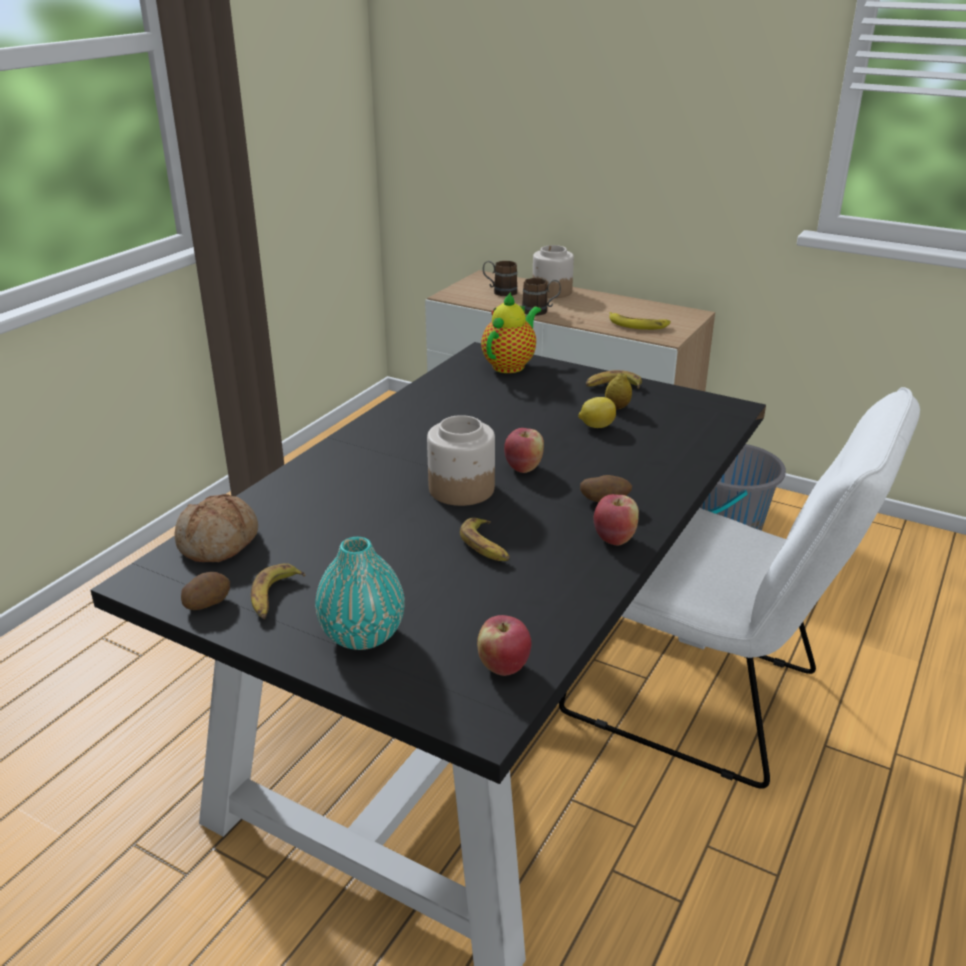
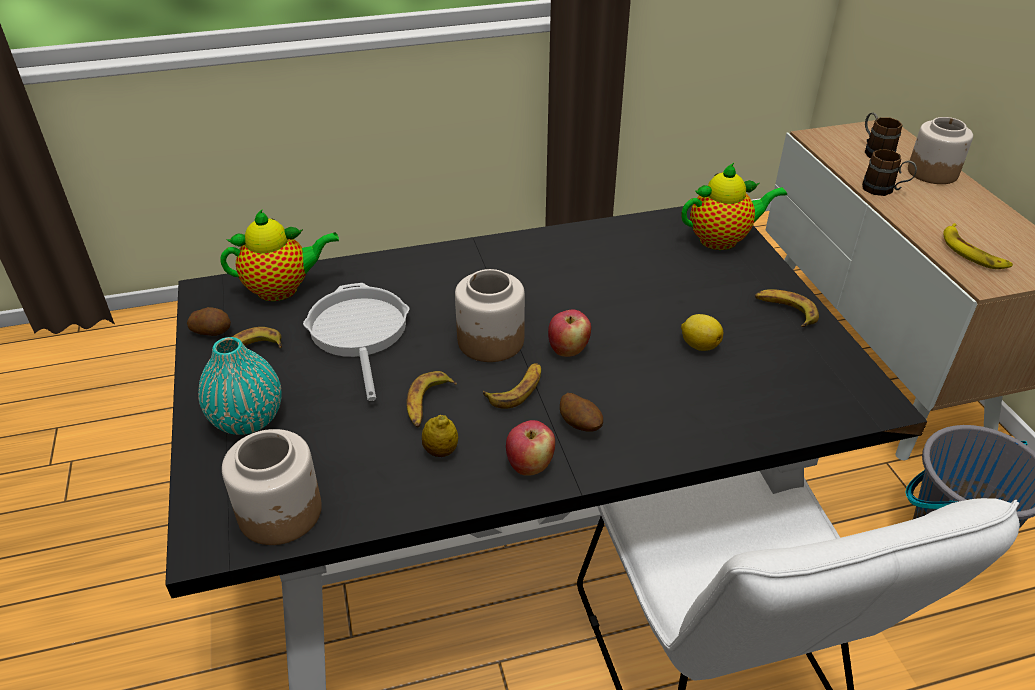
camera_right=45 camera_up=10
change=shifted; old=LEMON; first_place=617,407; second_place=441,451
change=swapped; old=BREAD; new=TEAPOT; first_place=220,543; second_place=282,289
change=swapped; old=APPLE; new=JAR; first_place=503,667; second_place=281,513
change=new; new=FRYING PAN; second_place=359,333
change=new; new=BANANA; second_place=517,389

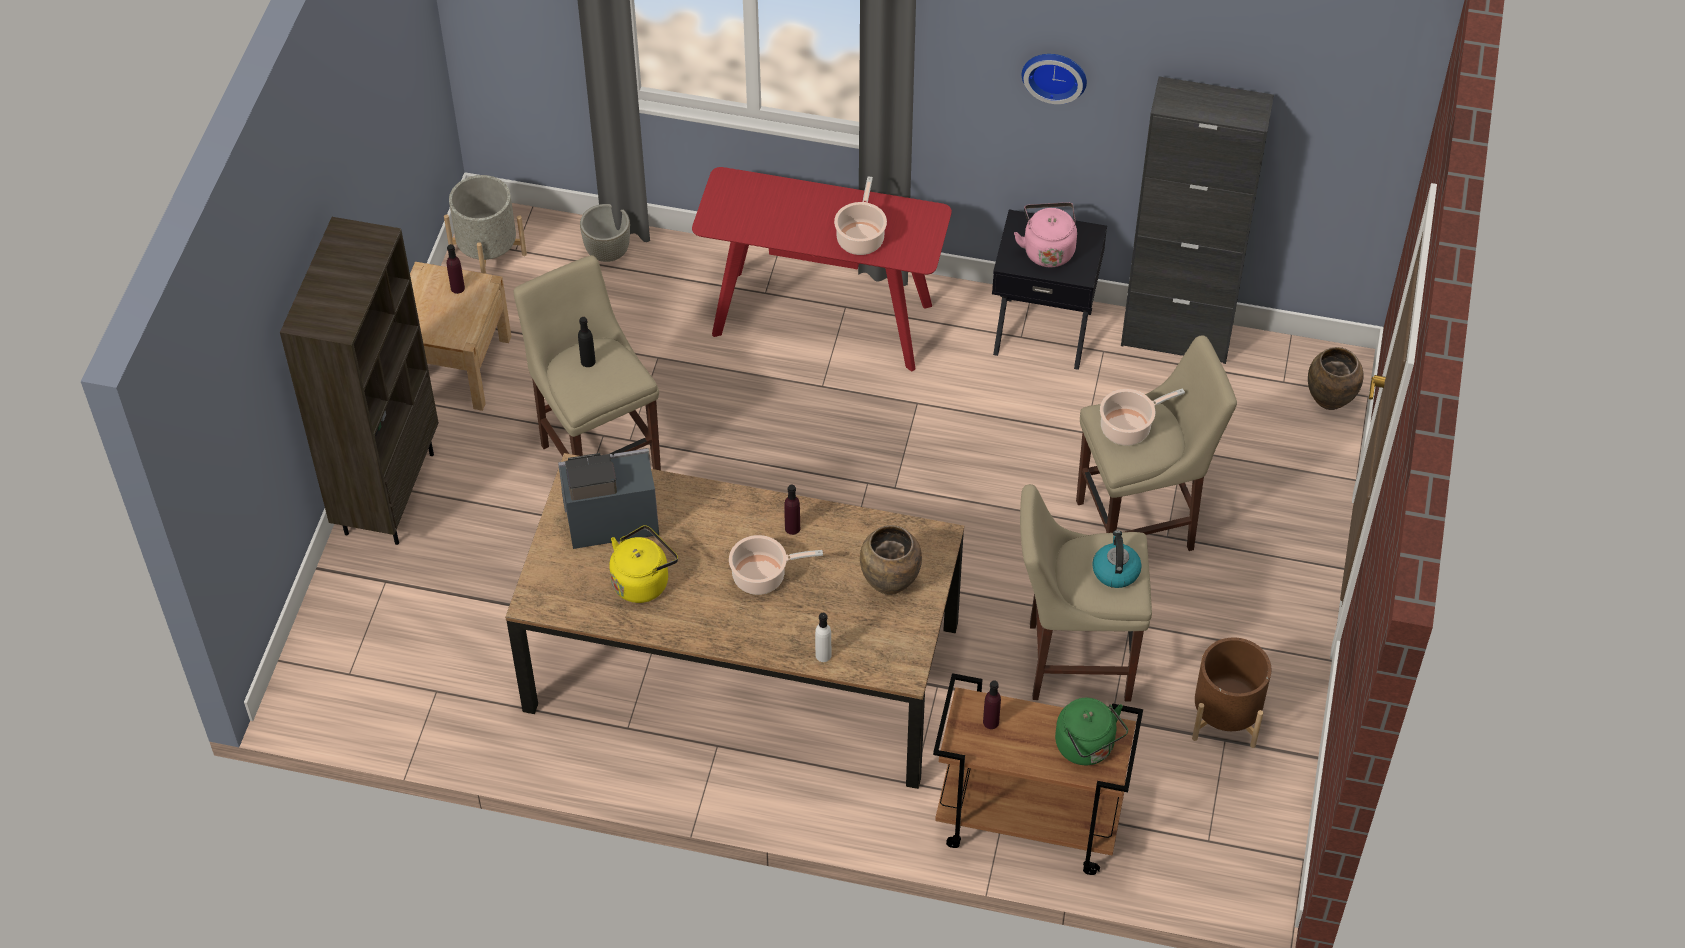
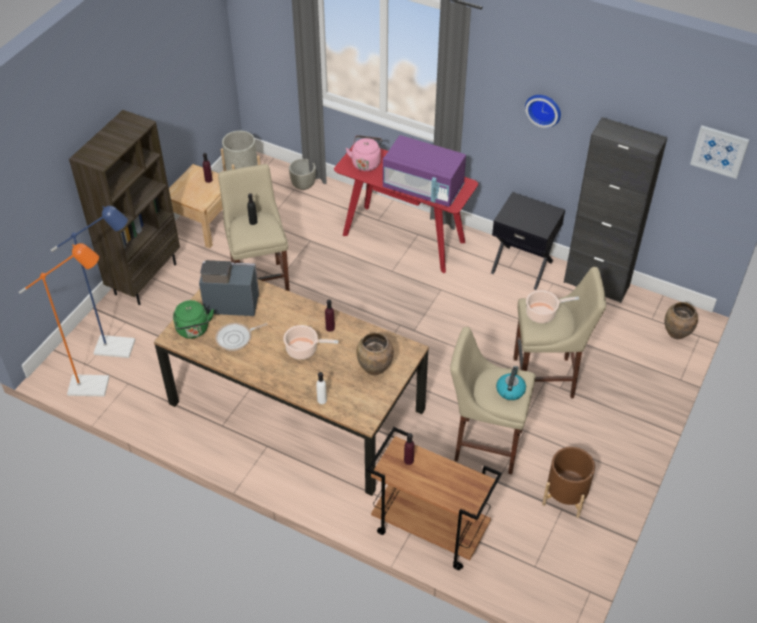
camera_right=15 camera_up=-5
change=swapped; old=COOKING POT; new=PURPLE MICROWAVE; first_place=861,237; second_place=423,188
change=shifted; old=PINK KETTLE; first_place=1047,249; second_place=366,162
change=swapped; old=YELLOW KETTLE; new=FRYING PAN; first_place=643,581; second_place=236,338
change=shifted; old=GREEN KETTLE; first_place=1087,747; second_place=193,330
change=new; new=PICTURE; second_place=719,151
change=new; new=BLUE FLOOR LAMP; second_place=122,347
change=new; new=ORANGE FLOOR LAMP; second_place=96,386

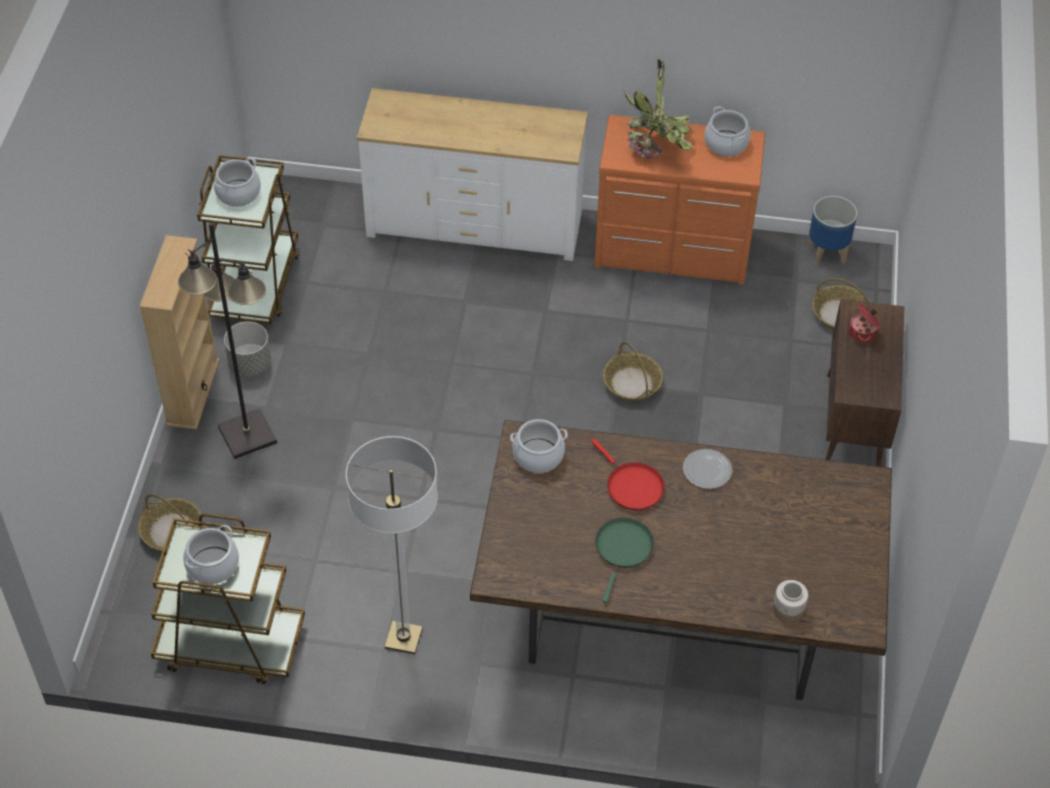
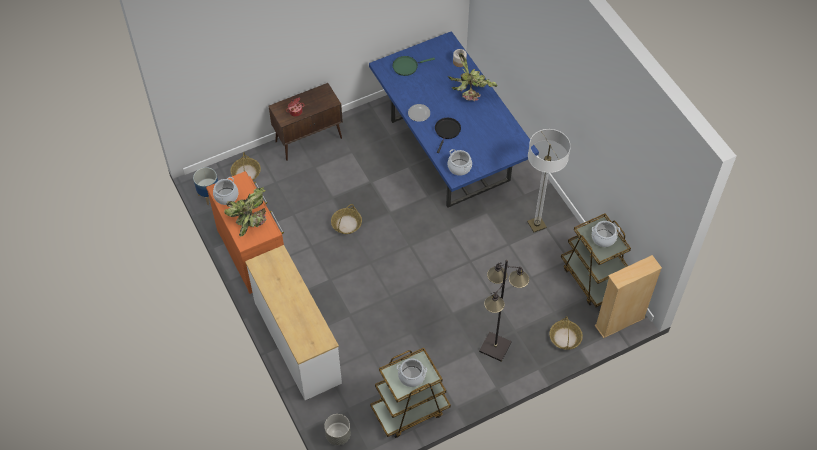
camera_right=-125 camera_up=5
change=shifted; old=BEIGE BOOKCASE; first_place=193,392; second_place=619,322
change=shifted; old=GREY PLANTER; first_place=250,364; second_place=338,435
change=repainted; old=BROWN DINING TABLE; new=BLUE DINING TABLE; first_place=675,614; second_place=449,149
change=repainted; old=RED FRYING PAN; new=BLACK FRYING PAN; first_place=632,486; second_place=447,131
change=shifted; old=GREEN FRYING PAN; first_place=623,550; second_place=407,66
change=new; new=POTTED PLANT; second_place=472,93

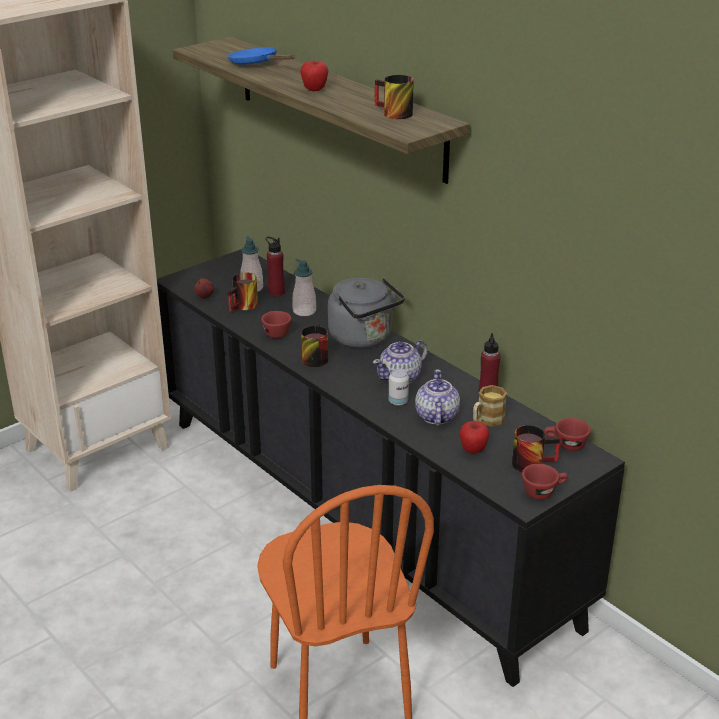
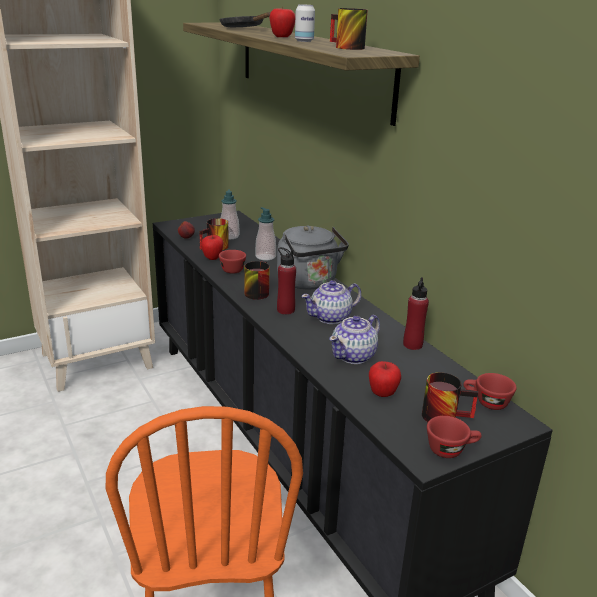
camera_right=10 camera_up=-5
change=repainted; old=BLUE FRYING PAN; new=BLACK FRYING PAN; first_place=257,64; second_place=244,29
change=shifted; old=RED BOTTLE; first_place=276,292; second_place=285,310
change=shifted; old=CAN; first_place=398,401; second_place=304,41
change=rotated; old=TEAPOT; first_place=436,416; second_place=354,356; degrees=-150
change=gone; old=MUG; first_place=486,421
change=new; new=APPLE; second_place=212,258

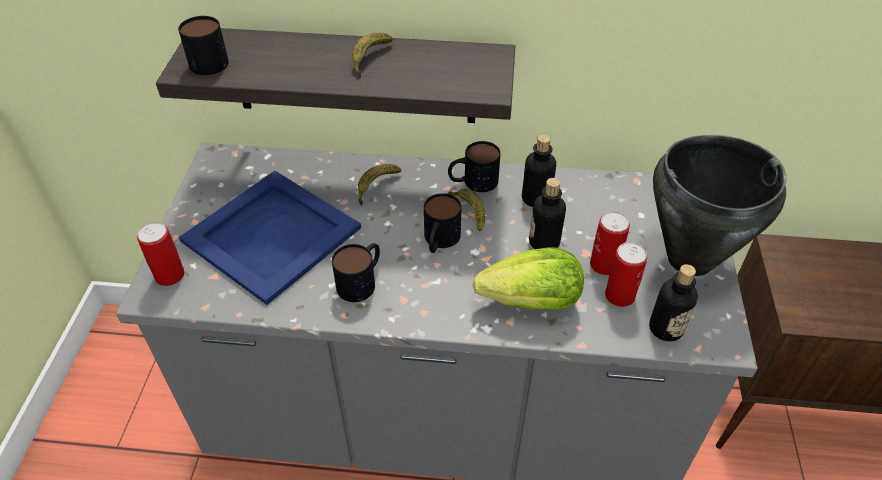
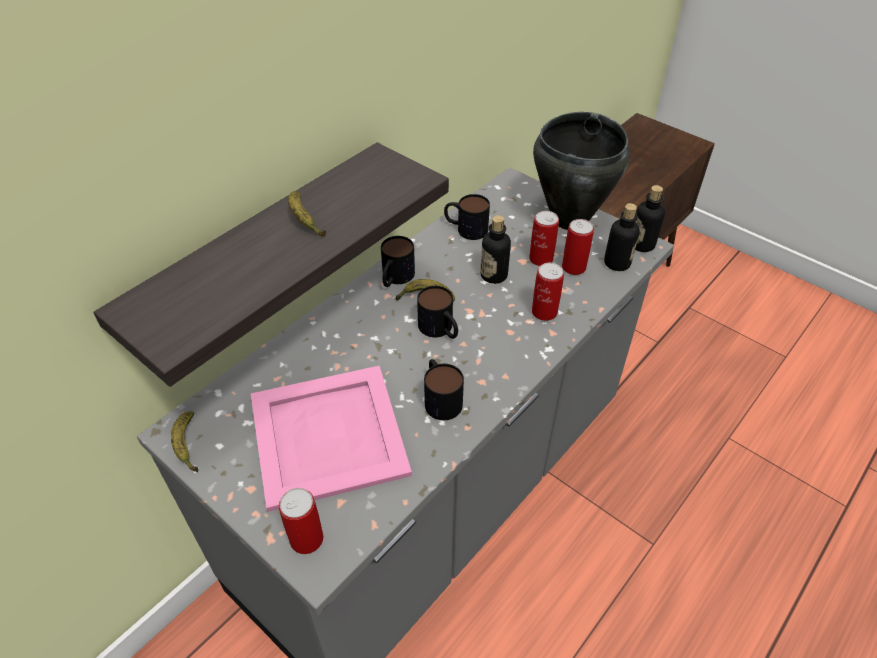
camera_right=-55 camera_up=0
change=shifted; old=MUG; first_place=208,58; second_place=465,228
change=shifted; old=BOTTLE; first_place=536,198; second_place=641,244
change=shifted; old=BANANA; first_place=376,187; second_place=187,445
change=repainted; old=BLUE TRAY; new=PINK TRAY; first_place=269,234; second_place=327,436
change=swapped; old=LETTUCE; new=CAN; first_place=532,302; second_place=544,312

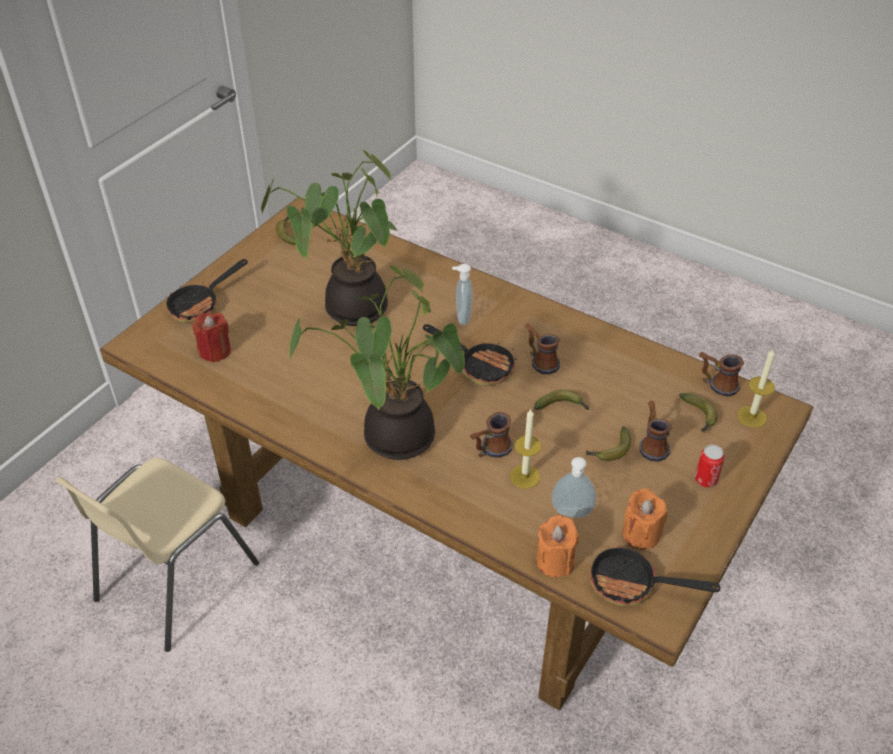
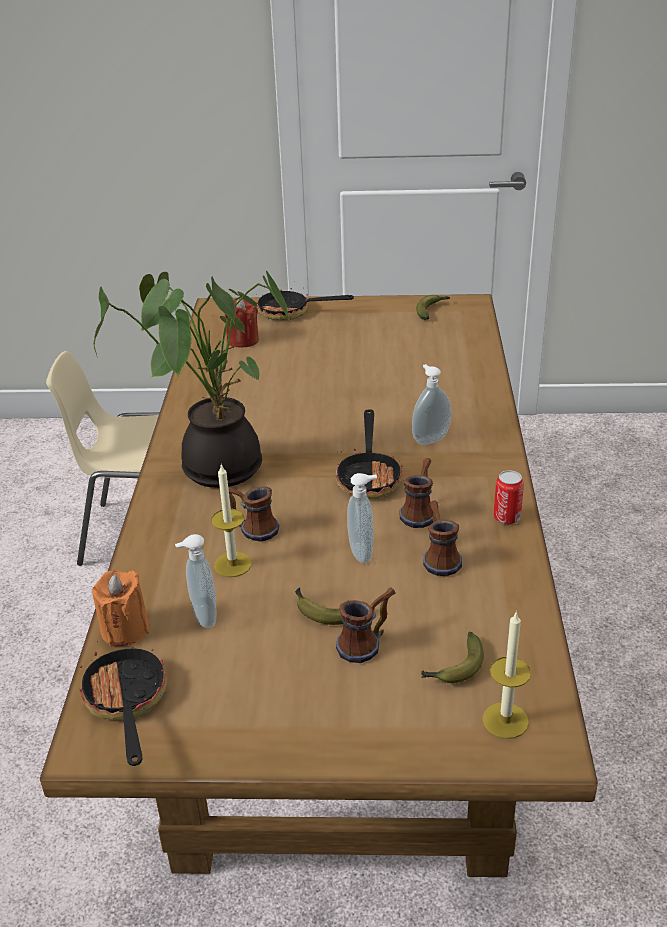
camera_right=60 camera_up=-10
change=gone; old=POTTED PLANT; first_place=350,309
change=shifted; old=MUG; first_place=716,384; second_place=439,557
change=swapped; old=BANANA; new=SOAP DISPENSER; first_place=562,406; second_place=363,552
change=shifted; old=CAN; first_place=705,480; second_place=507,517
change=gone; old=ORANGE CANDLE; first_place=640,534

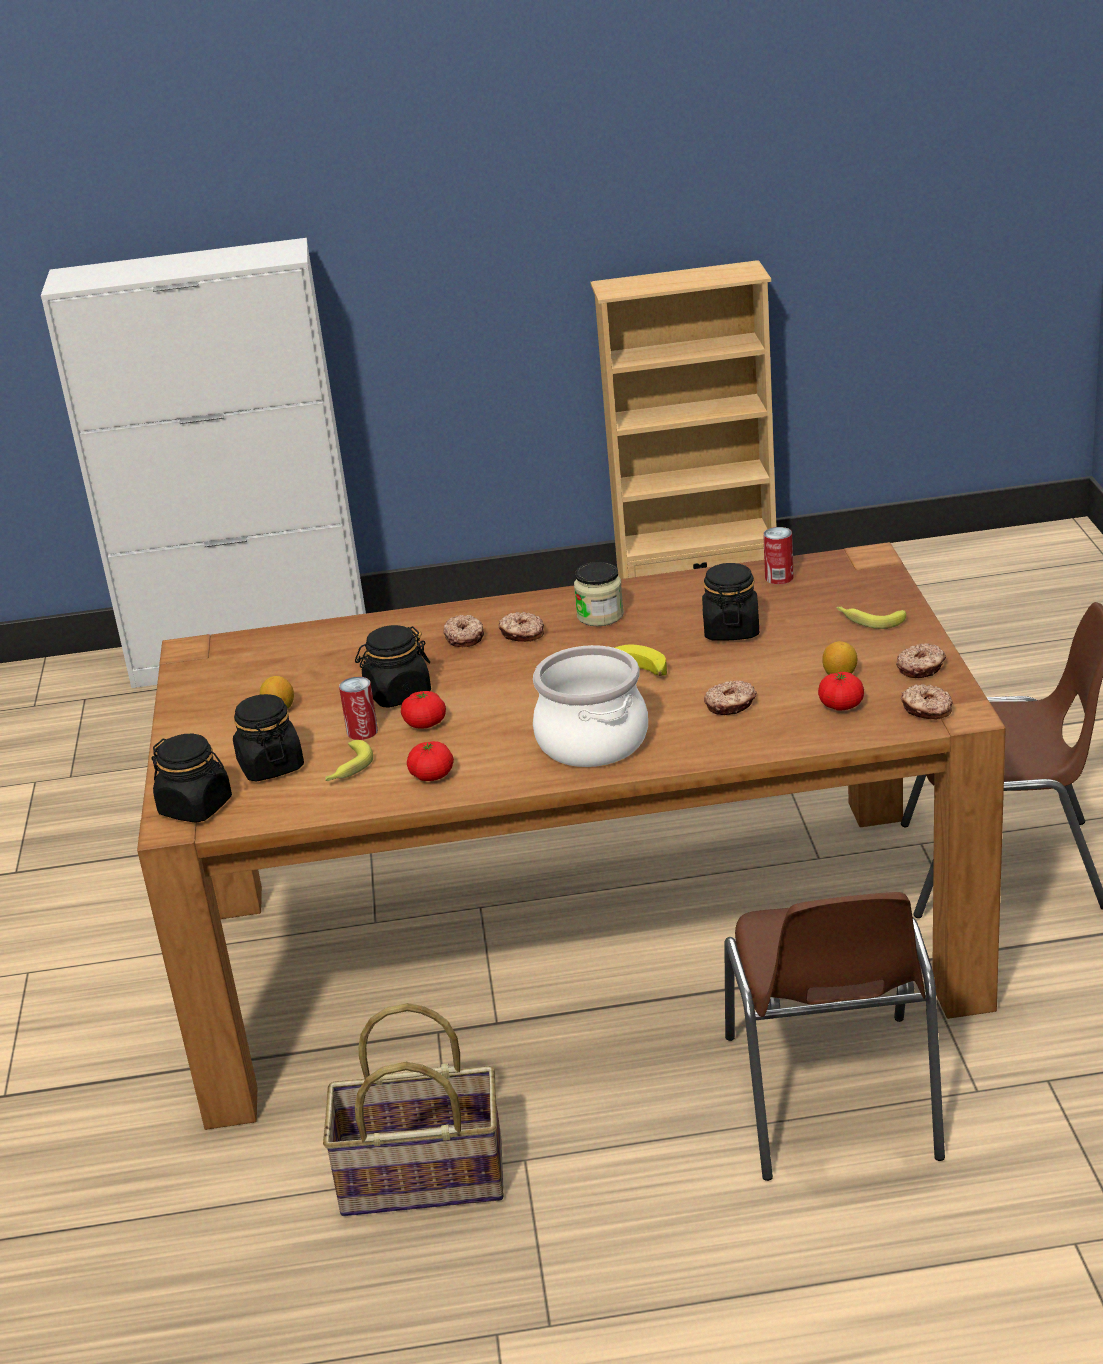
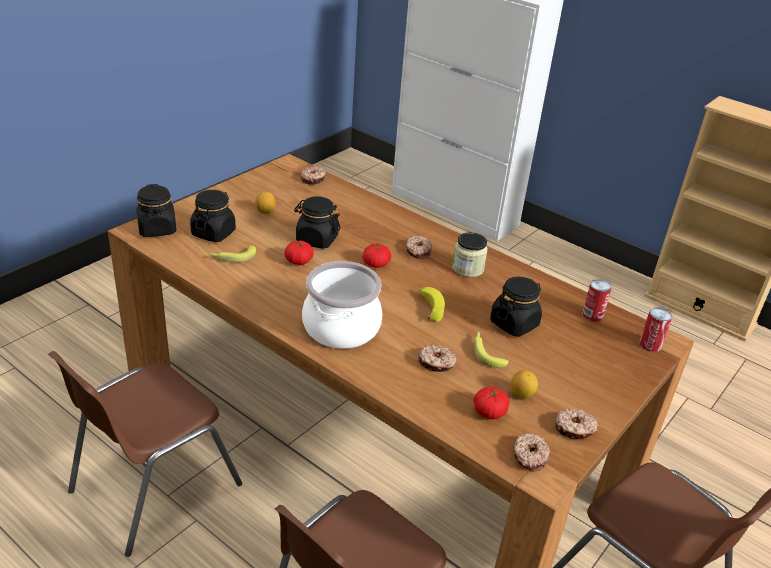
camera_right=40 camera_up=5
change=shifted; old=BANANA; first_place=869,620; second_place=486,352
change=shifted; old=DONUT; first_place=465,637; second_place=313,179
change=shifted; old=CAN; first_place=362,731; second_place=650,344
change=shifted; old=TOMATO; first_place=432,775; second_place=376,264
change=swapped; old=BASKET; new=BROWN CHAIR; first_place=421,1180; second_place=152,488

